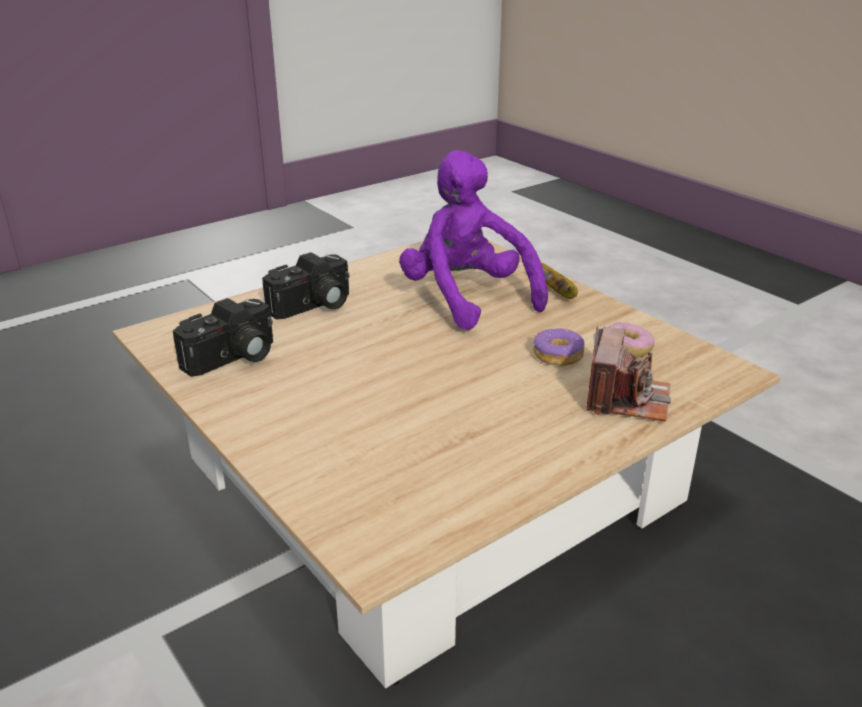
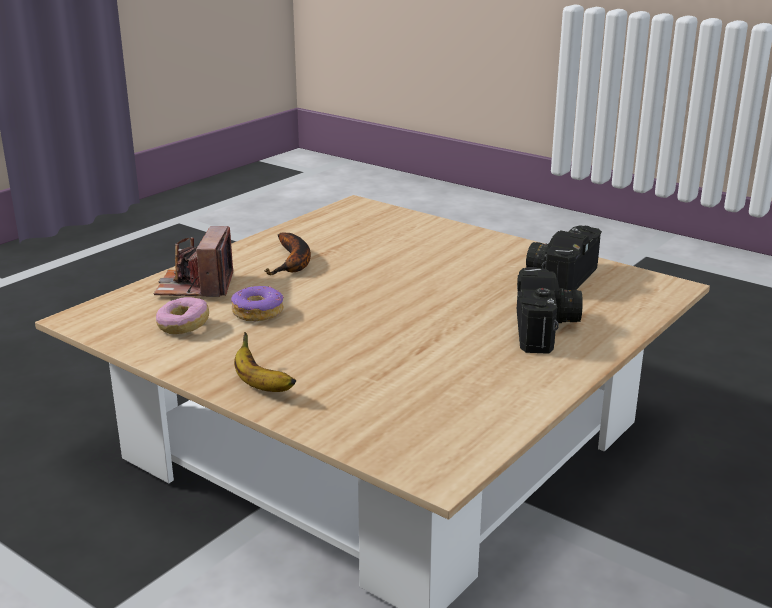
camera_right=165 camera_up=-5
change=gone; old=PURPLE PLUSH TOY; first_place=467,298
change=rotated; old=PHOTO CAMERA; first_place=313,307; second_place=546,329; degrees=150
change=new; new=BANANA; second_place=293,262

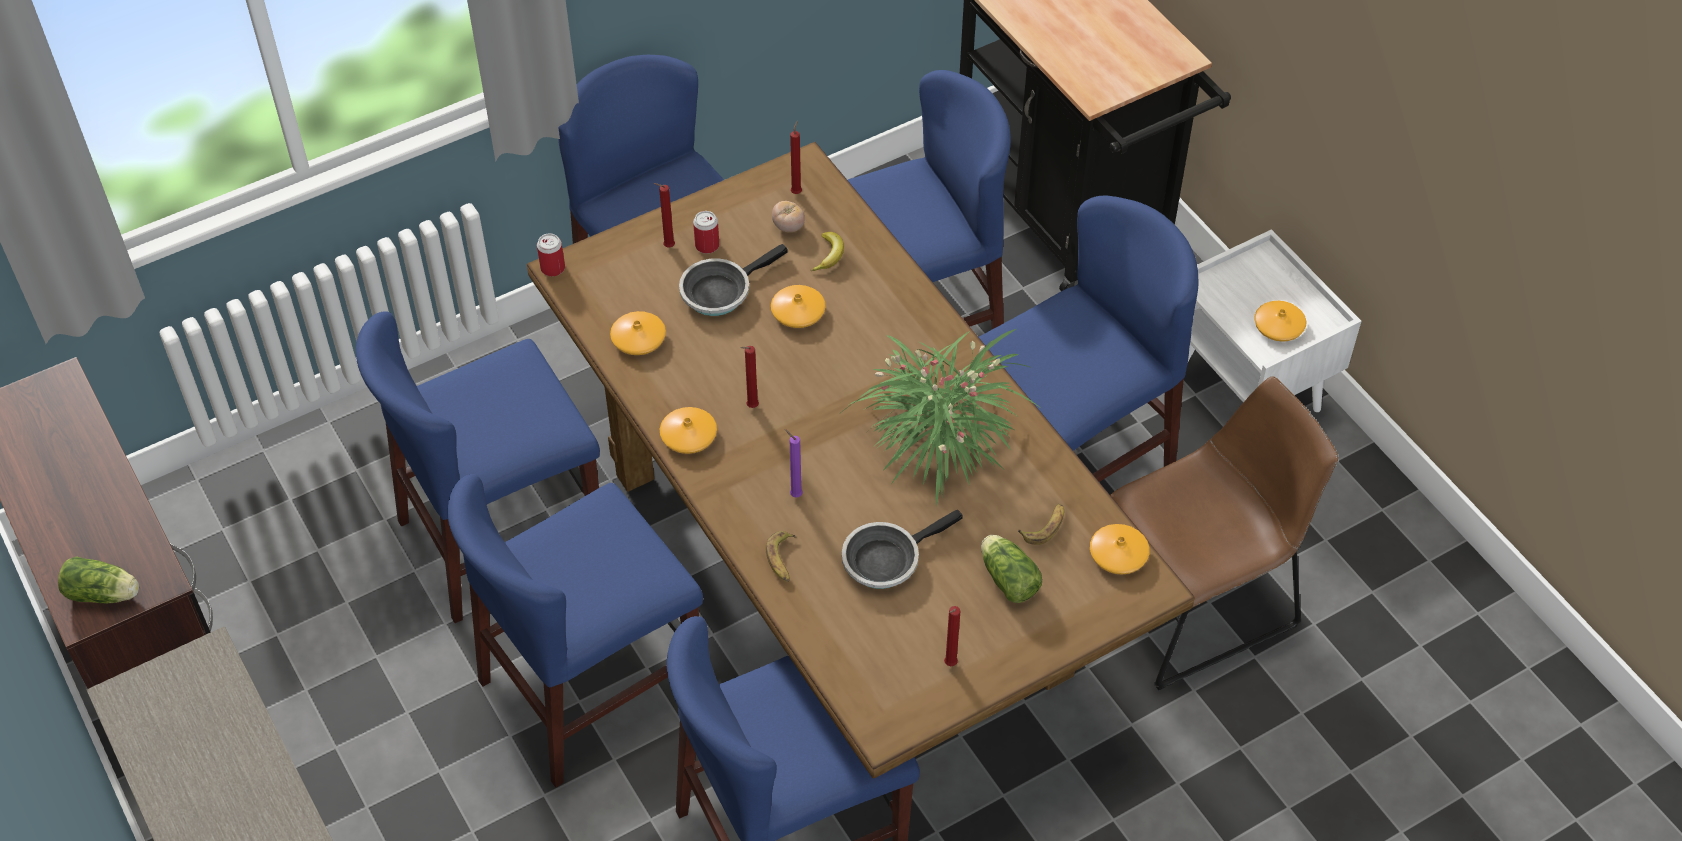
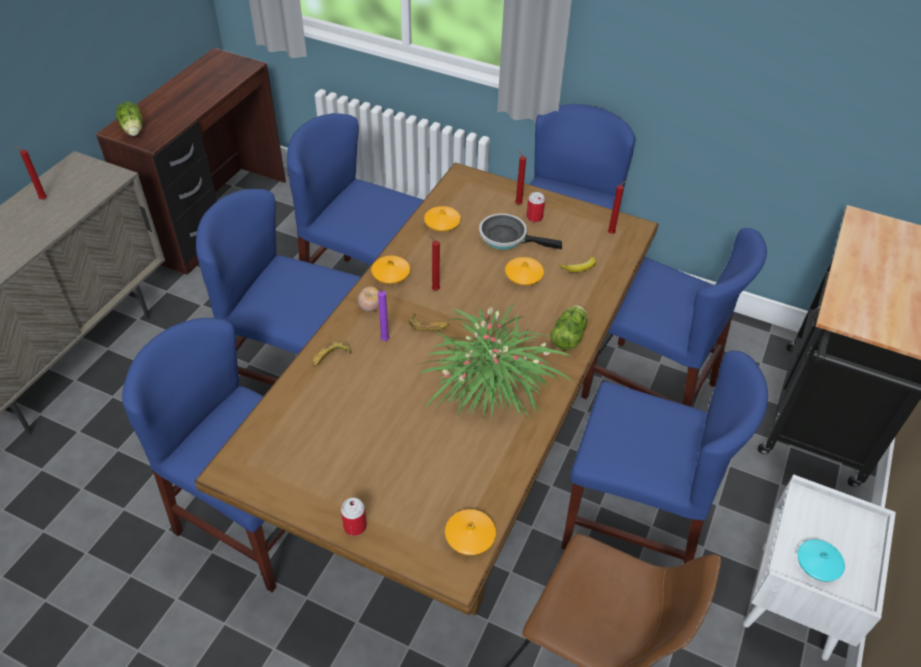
camera_right=55 camera_up=-5
change=shifted; old=TOMATO; first_place=788,226; second_place=370,307
change=shifted; old=CAN; first_place=552,268; second_place=355,526
change=repainted; old=ORANGE VASE; new=TURQUOISE VASE; first_place=1278,326; second_place=818,563
change=shifted; old=BANANA; first_place=1044,526; second_place=428,326
change=gone; old=FRYING PAN; first_place=886,559
change=shifted; old=LETTUCE; first_place=1007,577; second_place=569,335
change=shifted; old=RED CANDLE; first_place=949,665; second_place=42,199

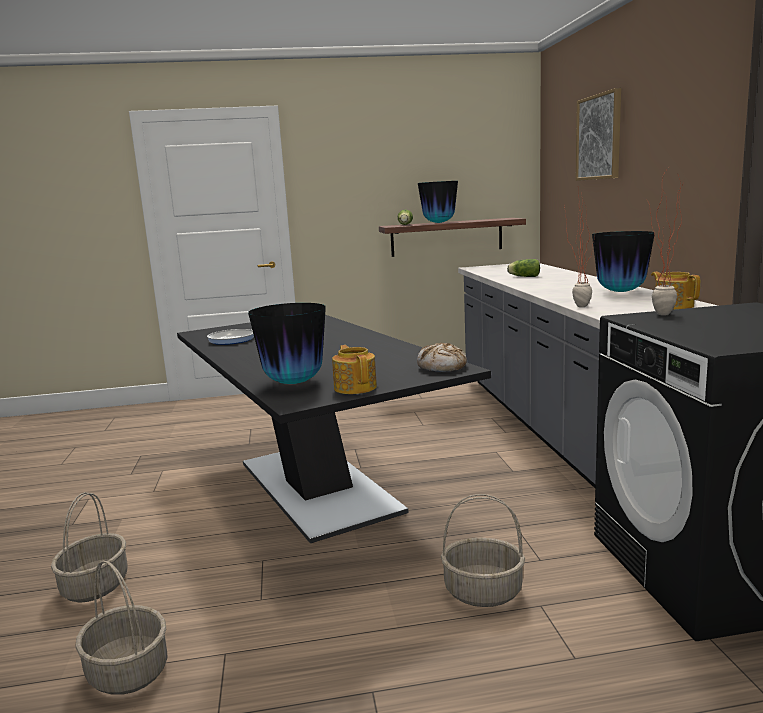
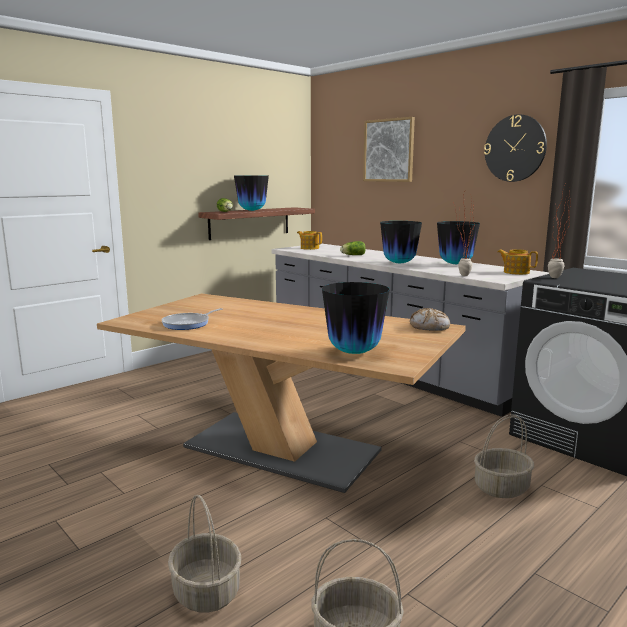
camera_right=-35 camera_up=0
change=repainted; old=BLACK DINING TABLE; new=BEIGE DINING TABLE; first_place=317,487; second_place=281,450
change=shifted; old=TEAPOT; first_place=355,387; second_place=309,248
change=new; new=WALL CLOCK; second_place=515,148
change=new; new=VASE; second_place=399,263

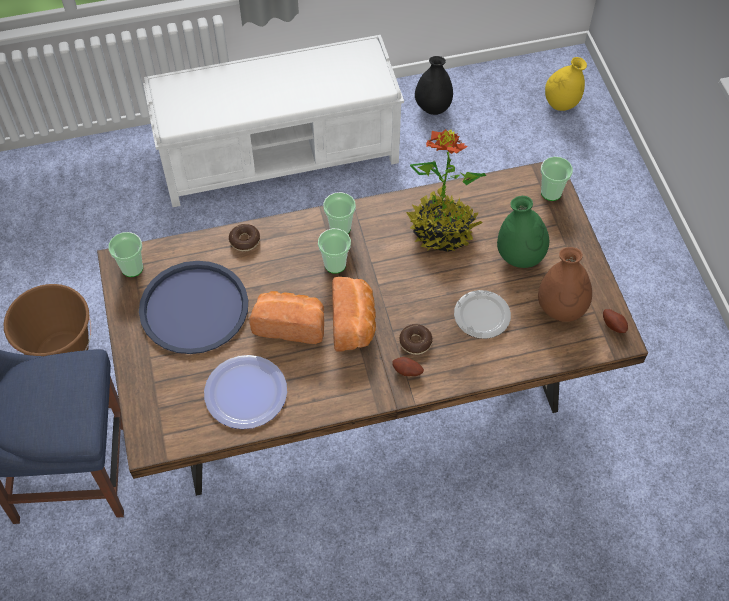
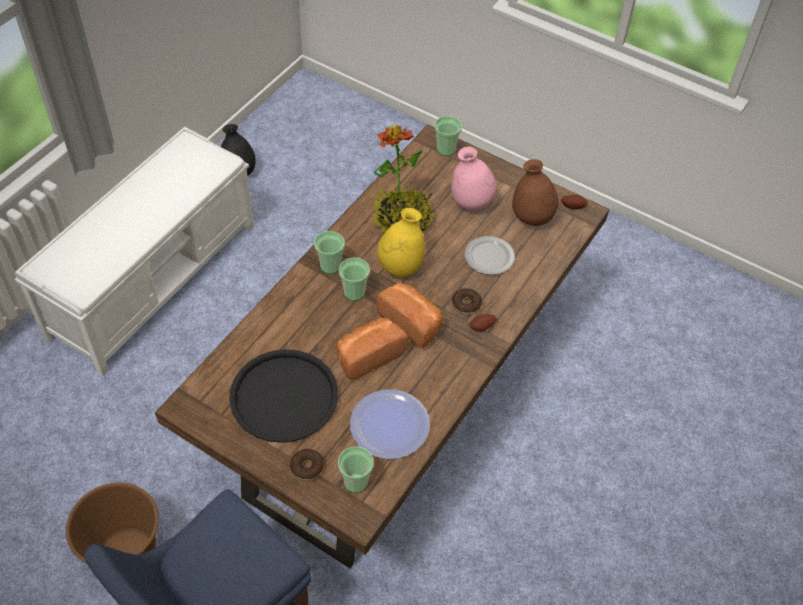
camera_right=-45 camera_up=-5
change=shifted; old=YELLOW VASE; first_place=561,103; second_place=400,267
change=repainted; old=GREEN VASE; new=PINK VASE; first_place=520,257; second_place=471,203
change=shifted; old=DONUT; first_place=245,240; second_place=307,467
change=shifted; old=CUP; first_place=132,268; second_place=356,482
change=repainted; old=BLUE TRAY; new=BLACK TRAY; first_place=194,308; second_place=284,396

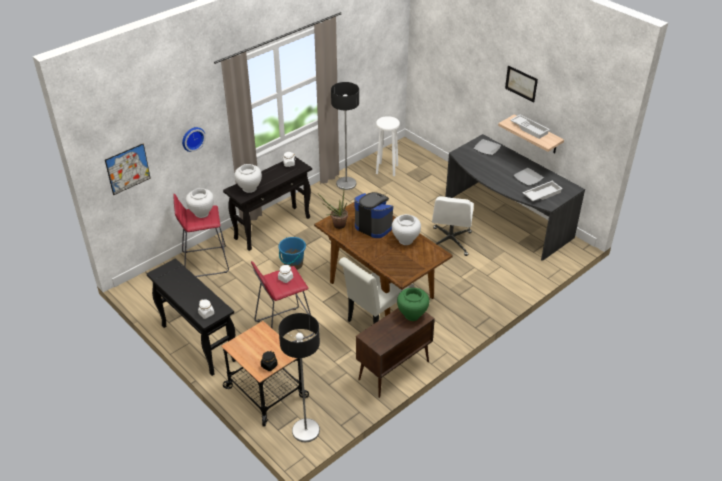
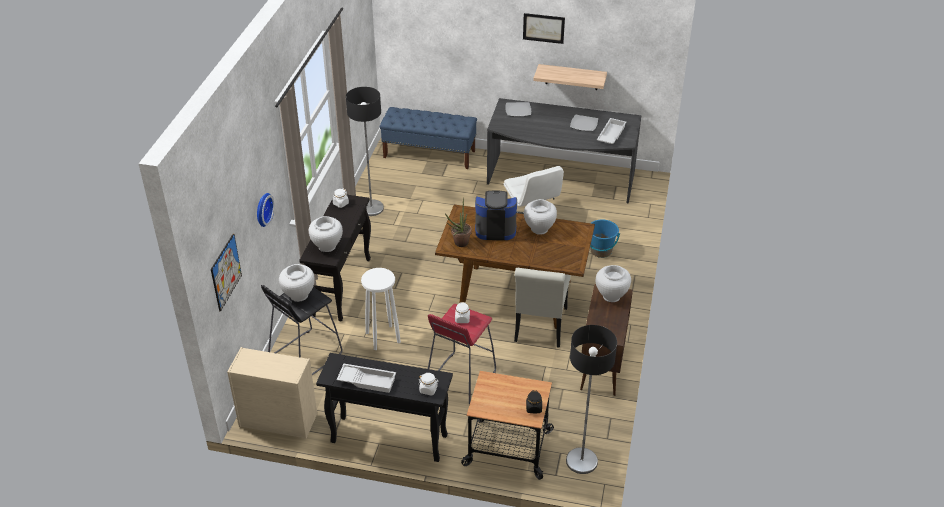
camera_right=-35 camera_up=0
change=shifted; old=WHITE TRAY; first_place=529,128; second_place=367,380
change=shifted; old=WHITE STOOL; first_place=386,169; second_place=382,337
change=repainted; old=RED STOOL; new=BLACK STOOL; first_place=204,262; second_place=305,355
change=shifted; old=BLUE BUCKET; first_place=293,264; second_place=601,251
change=repainted; old=GREEN VASE; new=WHITE VASE; first_place=412,315; second_place=611,296
change=new; new=BLUE BENCH; second_place=429,154
change=new; new=BEIGE DRESSER; second_place=277,420

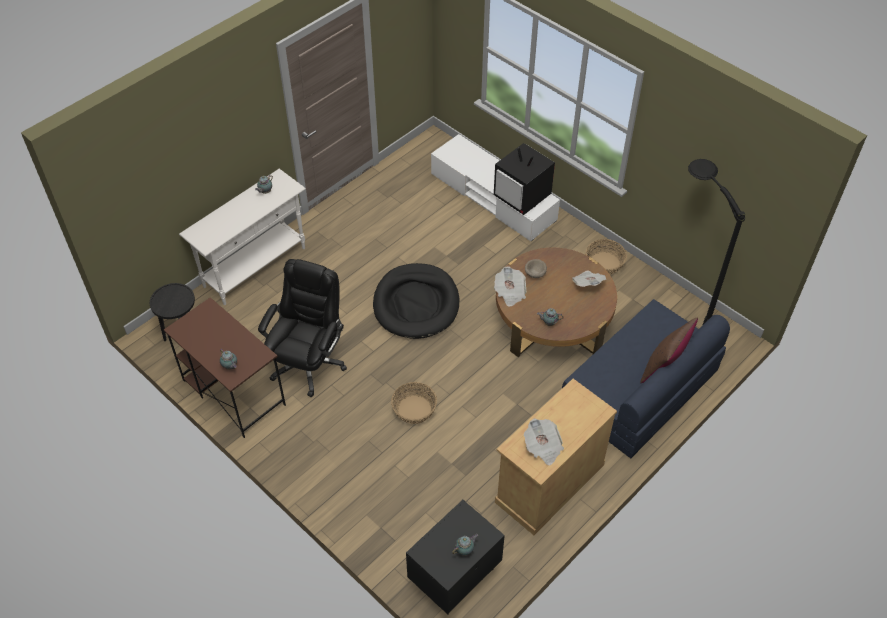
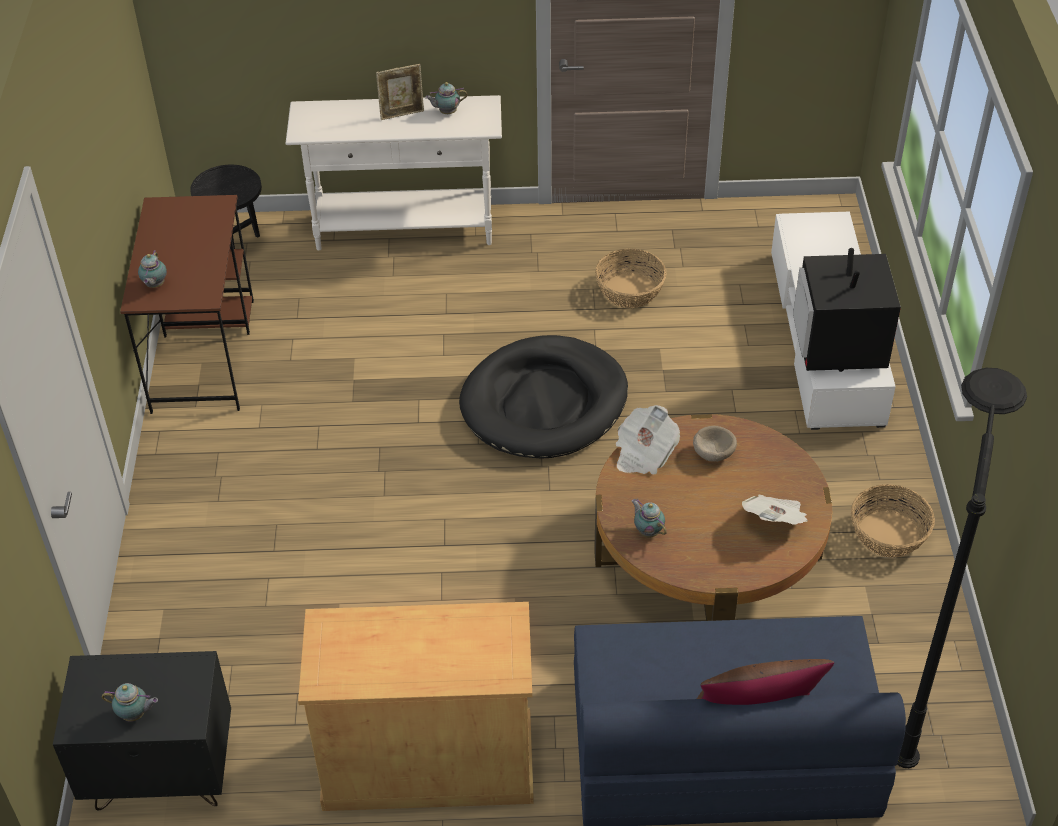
camera_right=45 camera_up=-5
change=gone; old=BLACK OFFICE CHAIR; first_place=308,363
change=shifted; old=BASKET; first_place=414,409; second_place=629,290
change=gone; old=NEWSPAPER; first_place=543,447
change=new; new=PICTURE FRAME; second_place=402,114

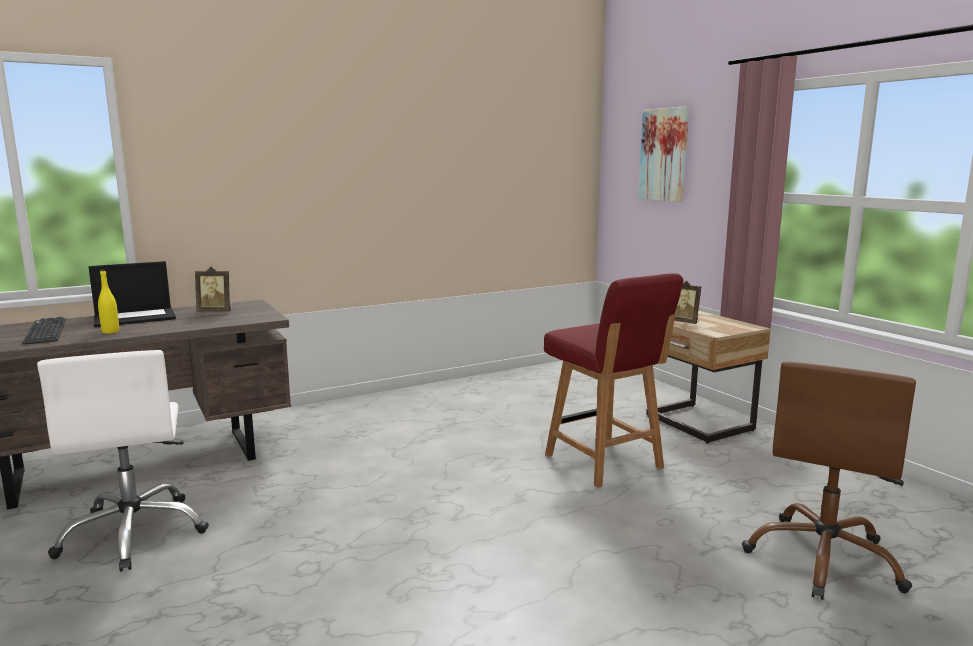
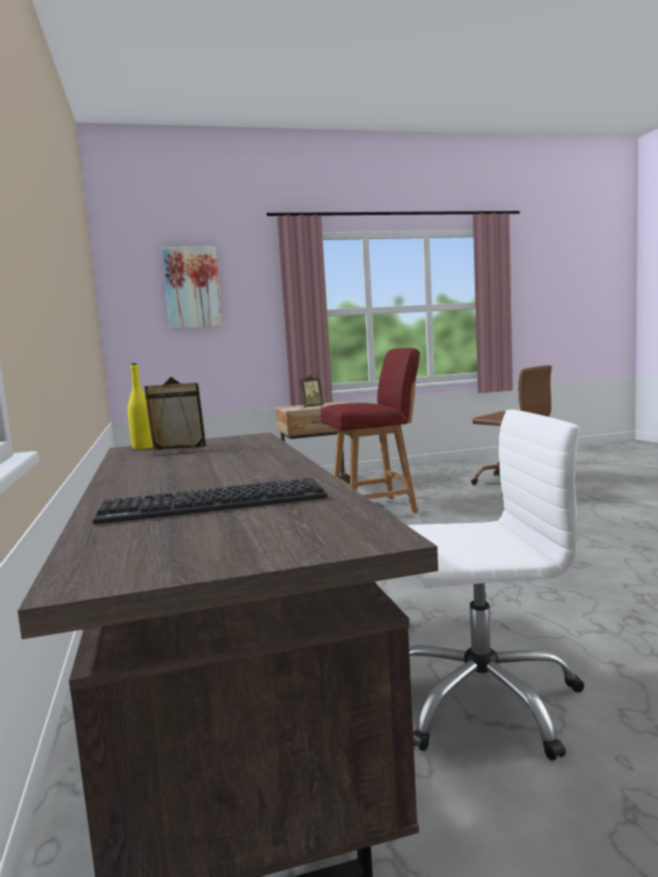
camera_right=-75 camera_up=-5
change=gone; old=LAPTOP; first_place=136,317
change=rotated; old=PICTURE FRAME; first_place=216,312; second_place=177,452; degrees=-105
change=shifted; old=YELLOW BOTTLE; first_place=110,331; second_place=143,447

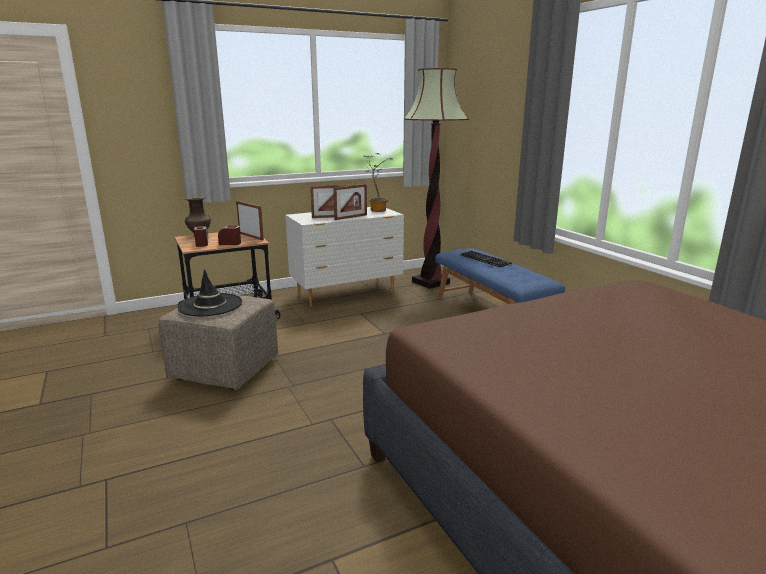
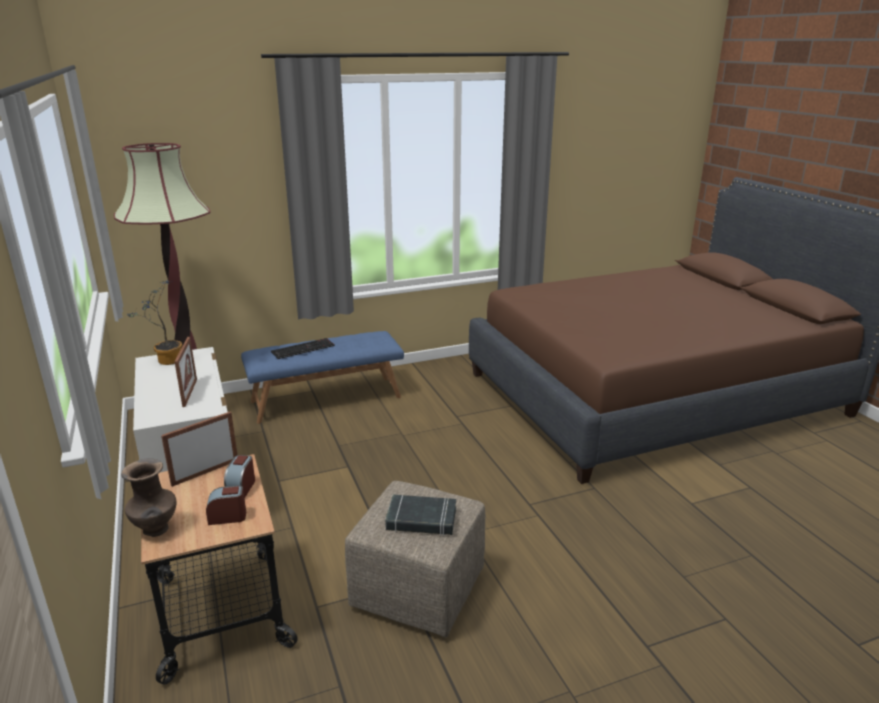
camera_right=-85 camera_up=5
change=gone; old=PICTURE FRAME; first_place=350,217
change=swapped; old=BLACK HAT; new=BLACK BOOK; first_place=210,305; second_place=421,520

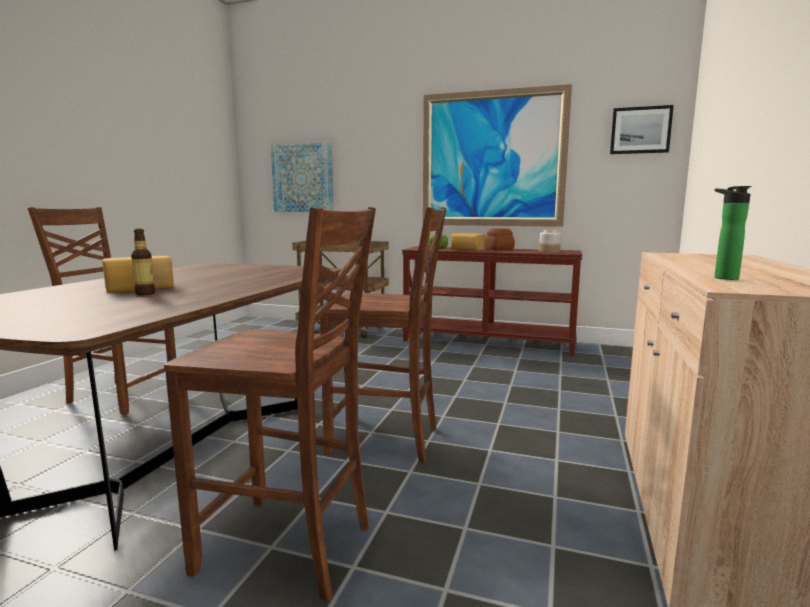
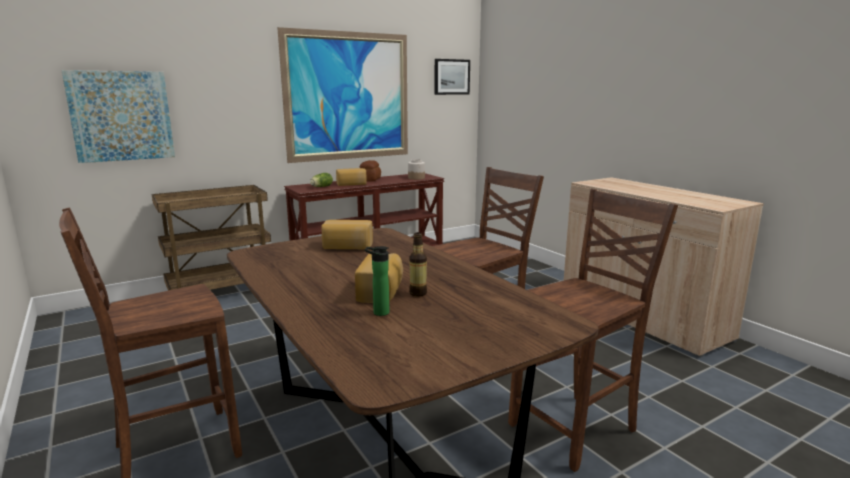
camera_right=-50 camera_up=5
change=shifted; old=BOTTLE; first_place=722,278; second_place=378,312
change=new; new=BREAD; second_place=347,247

